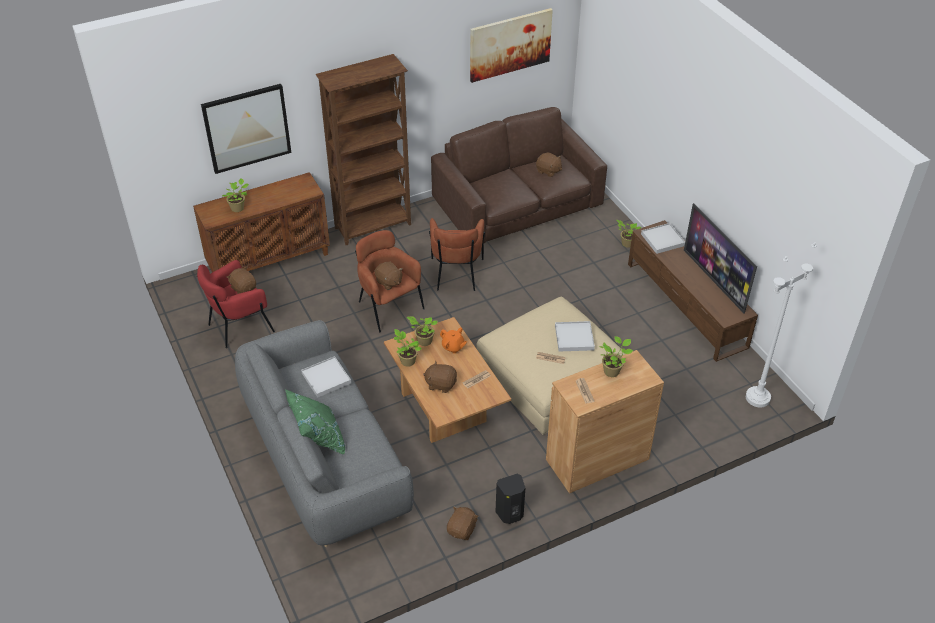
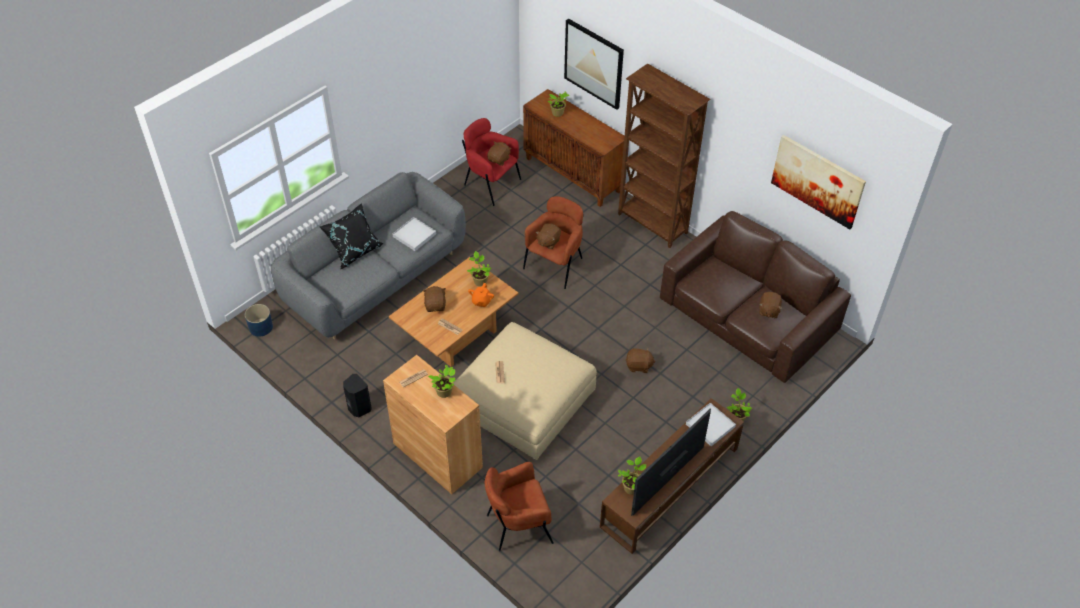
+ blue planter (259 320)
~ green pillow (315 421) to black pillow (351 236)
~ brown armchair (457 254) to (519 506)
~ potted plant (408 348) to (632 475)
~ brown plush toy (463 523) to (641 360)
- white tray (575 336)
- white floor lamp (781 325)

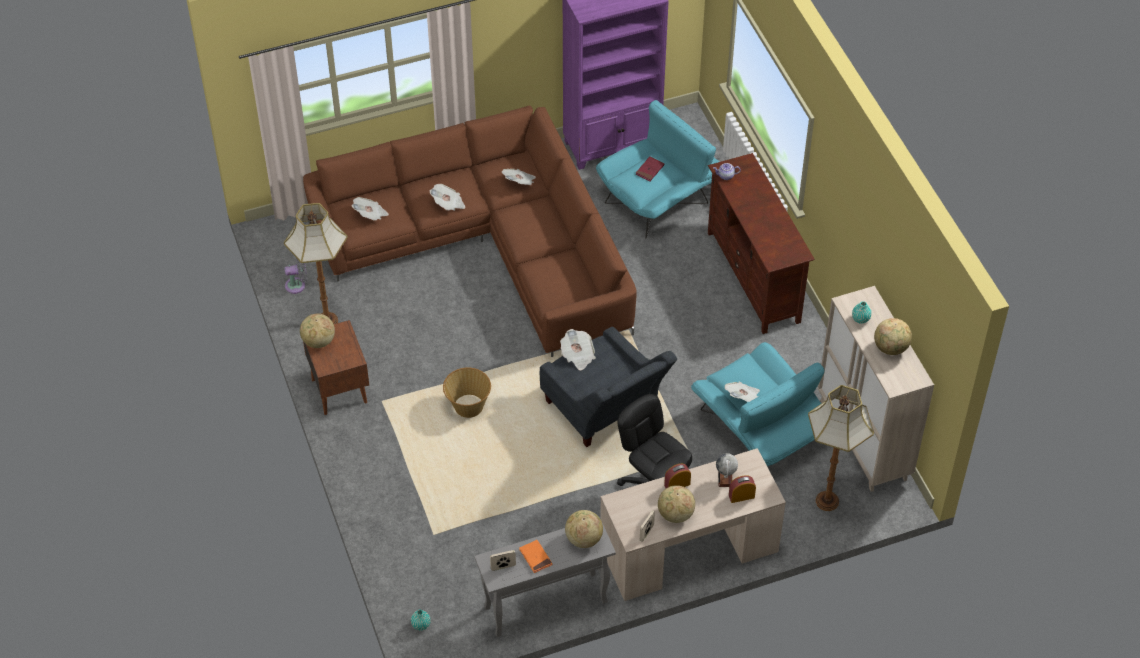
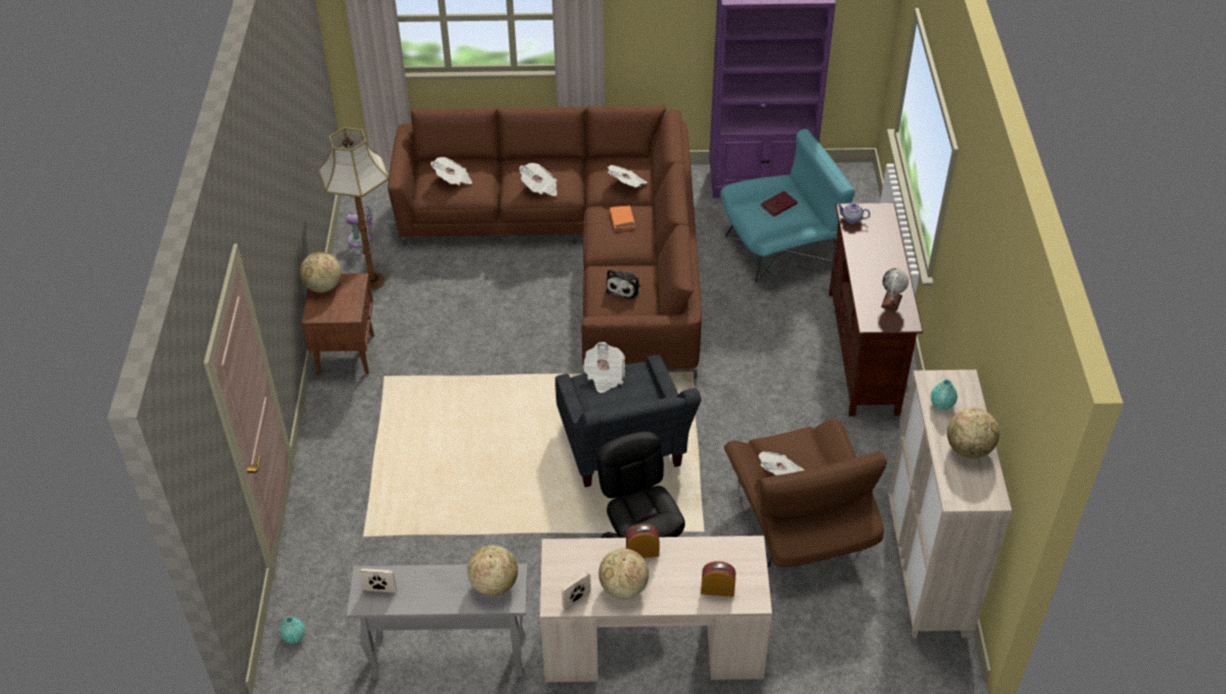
+ plush toy (623 284)
~ orange book (535 556) to (623 218)
~ turquoise armchair (757 404) to brown armchair (805 492)
~ globe (727 470) to (895 289)
- basket (467 392)
- floor lamp (841 448)

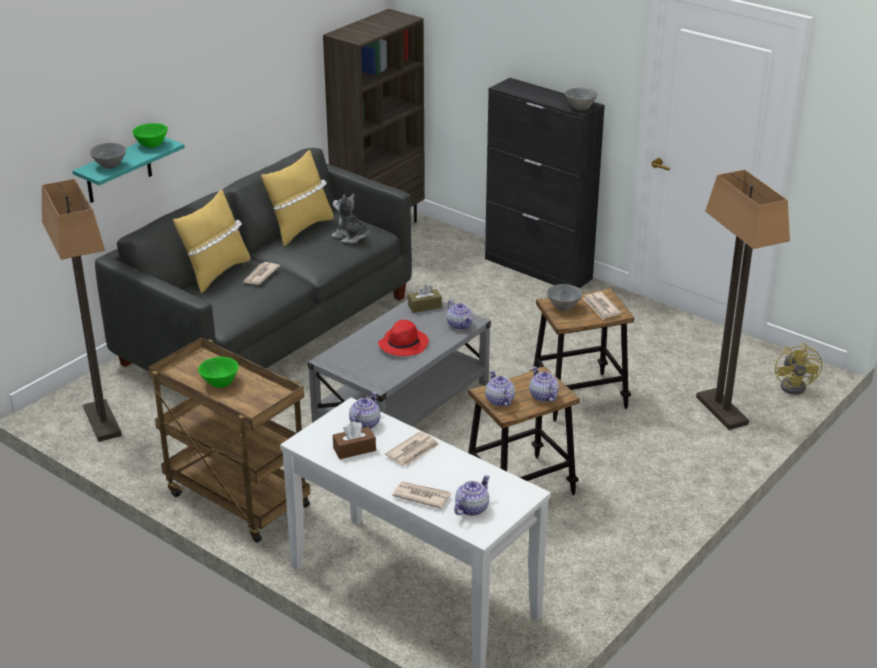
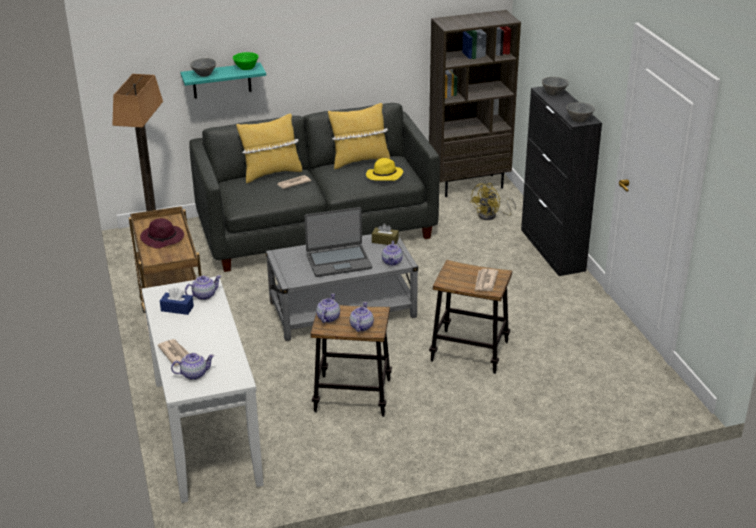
~ green bowl (218 372) to purple hat (162 233)
~ brown tissue box (354 440) to blue tissue box (177 301)
~ red hat (403 338) to laptop (338 242)
~ plush toy (351 218) to yellow hat (384 169)
~ yellow fan (798 369) to (493 201)
~ grey bowl (564 297) to (555 86)
- newspaper (412 448)
- floor lamp (743 300)

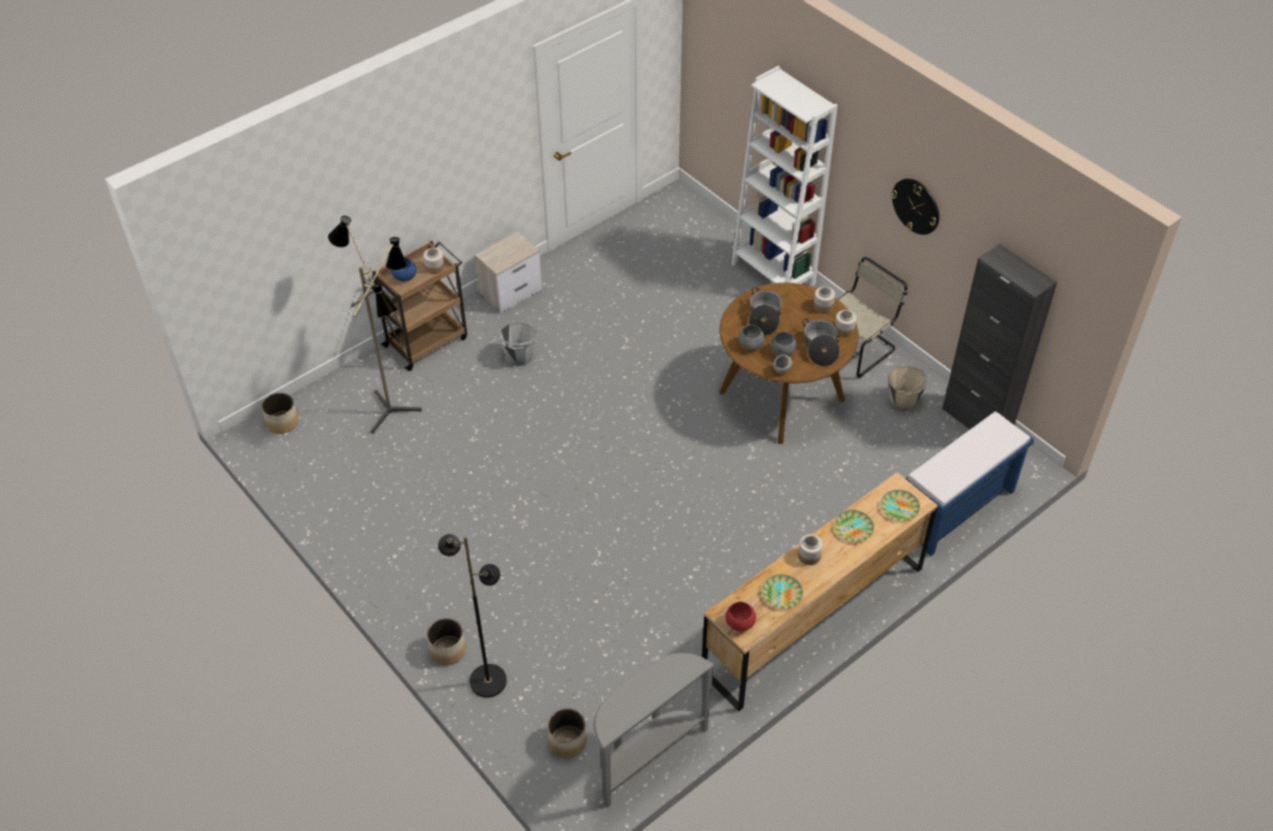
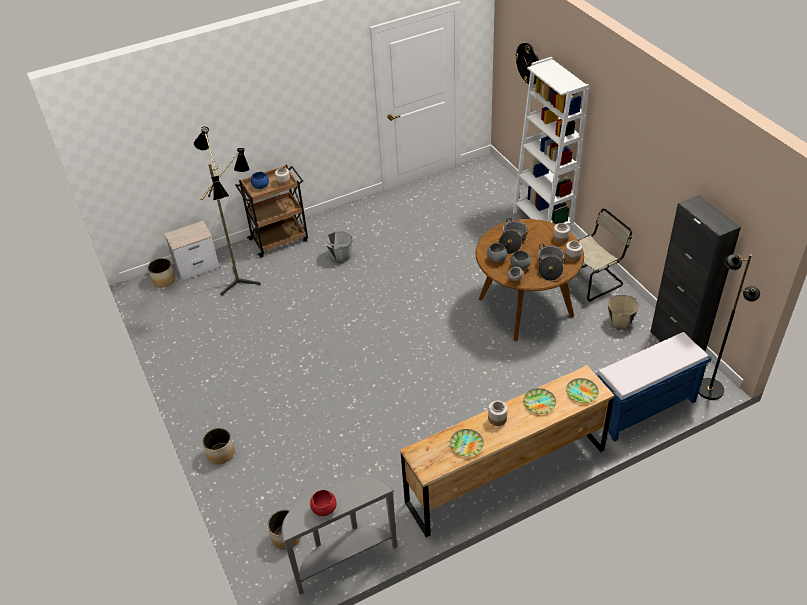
~ nightstand (508 272) to (192 250)
~ red bowl (741 616) to (323 503)
~ wall clock (915 206) to (527 63)
~ black floor lamp (472 616) to (729 327)

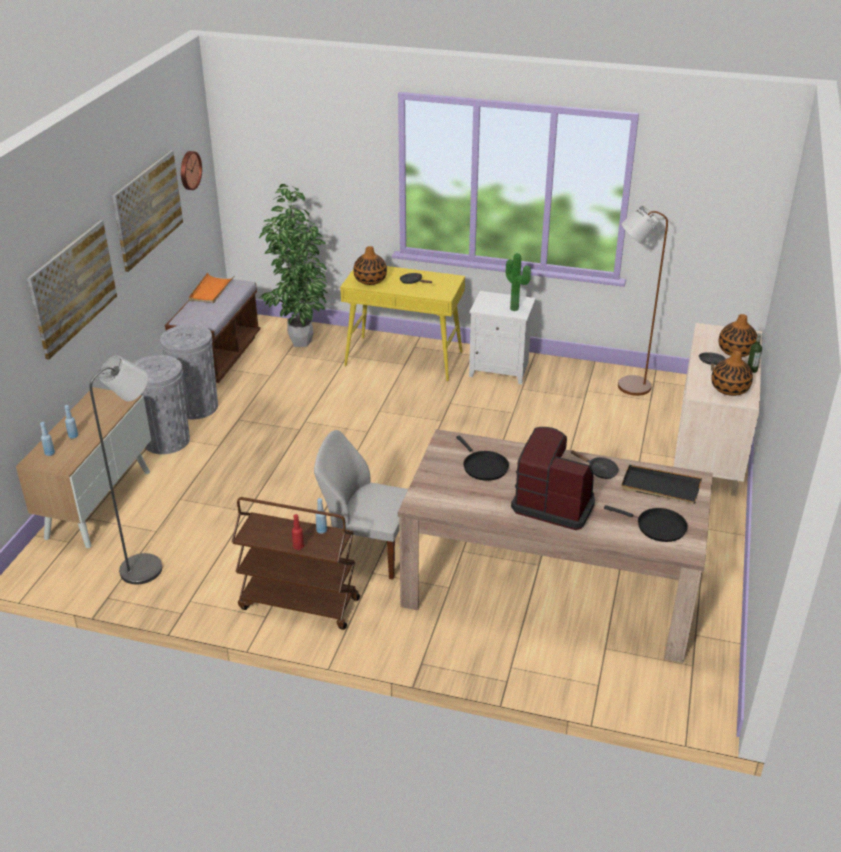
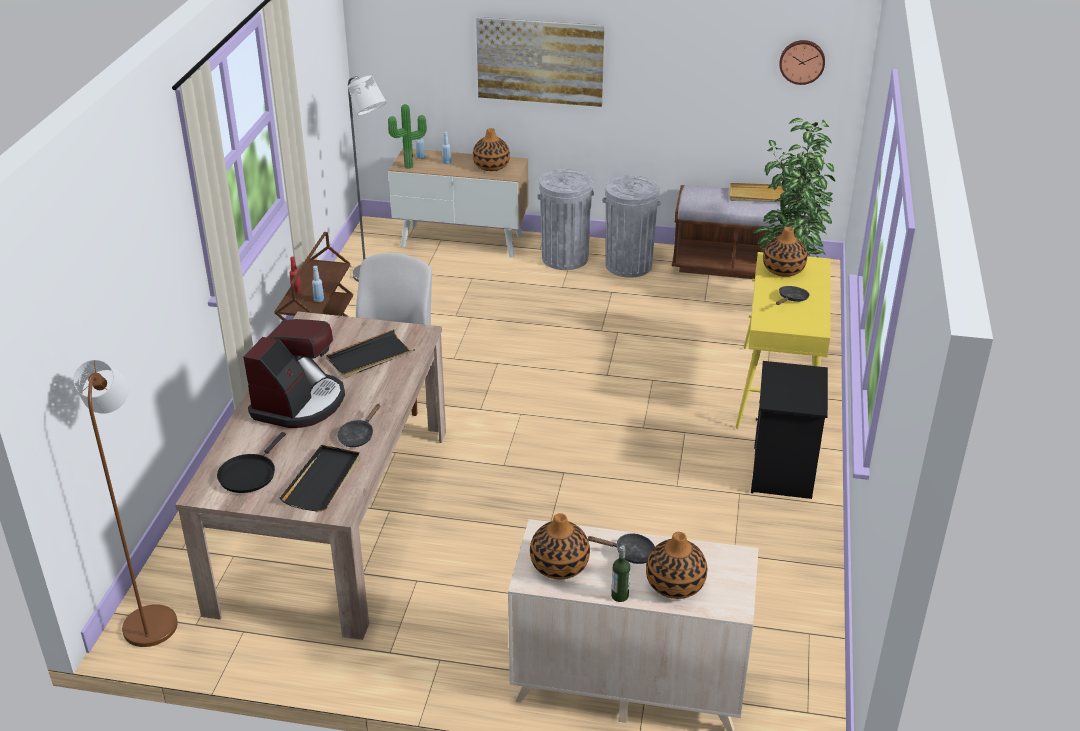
~ brown floor lamp (643 301) to (125 503)
~ black frying pan (482 458) to black tray (370 353)
~ potted plant (518 282) to (407 136)
+ vase (491 149)
~ orange tray (211 288) to beige tray (757 192)
~ white nightstand (502 337) to black nightstand (789 430)
- picture (147 211)

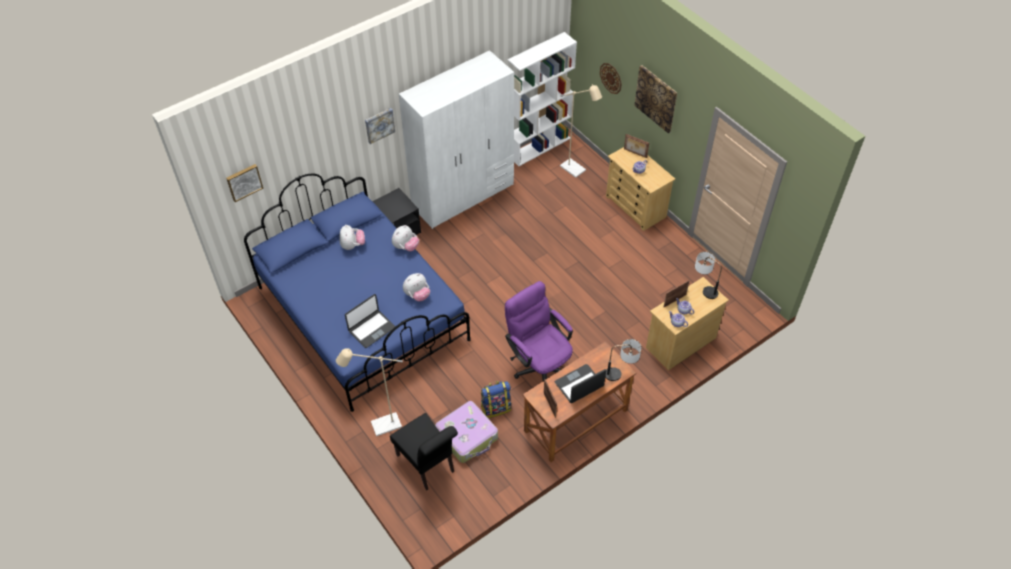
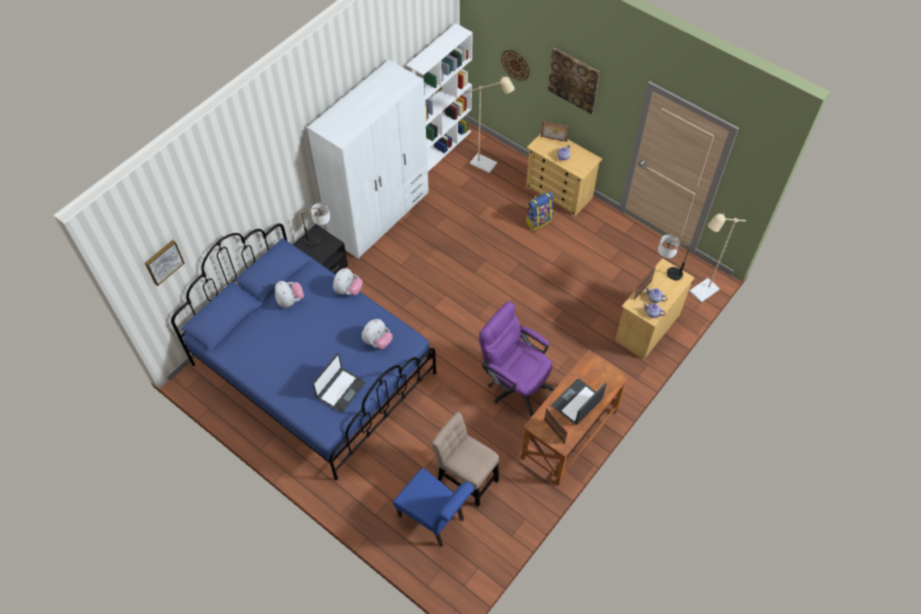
~ table lamp (623 360) to (316 224)
~ black chair (424 452) to blue chair (434 507)
~ suitcase (466 432) to beige chair (465 459)
~ backpack (496 399) to (539 211)
~ beige floor lamp (369 392) to (717 257)
- picture (380 126)

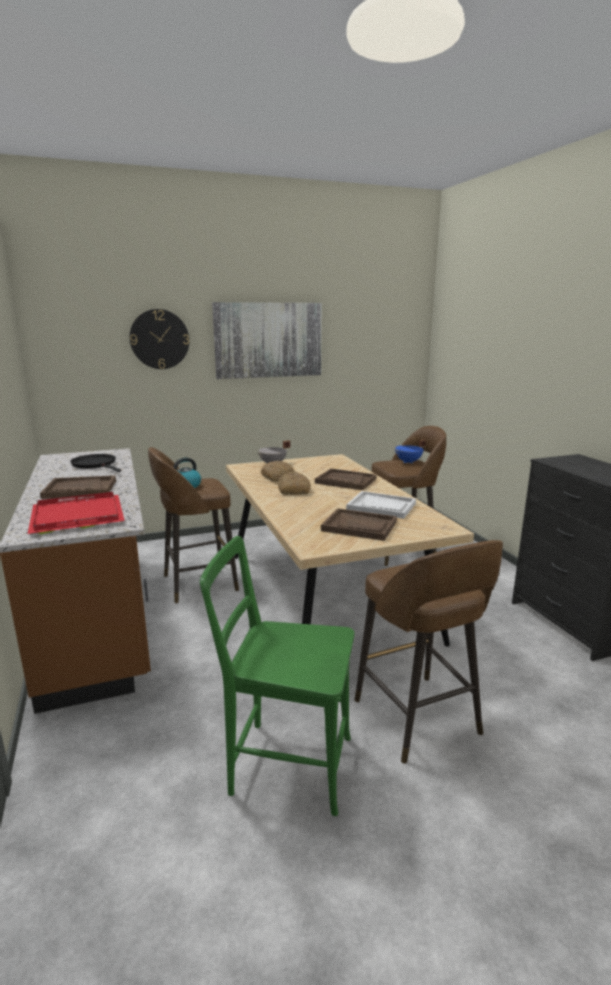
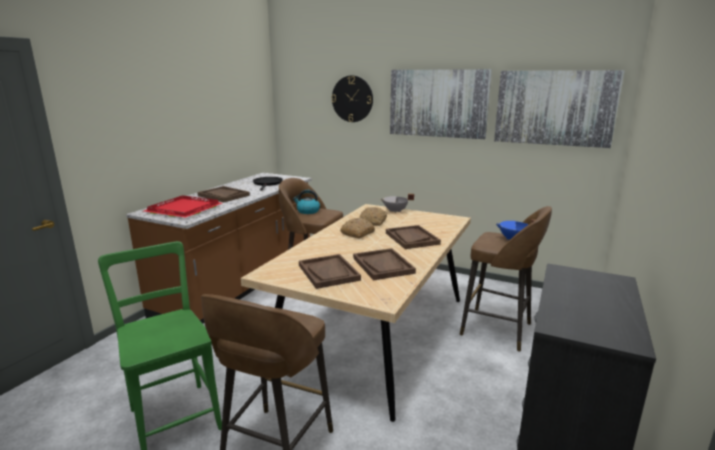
~ white tray (381 505) to brown tray (384 264)
+ picture (559 109)

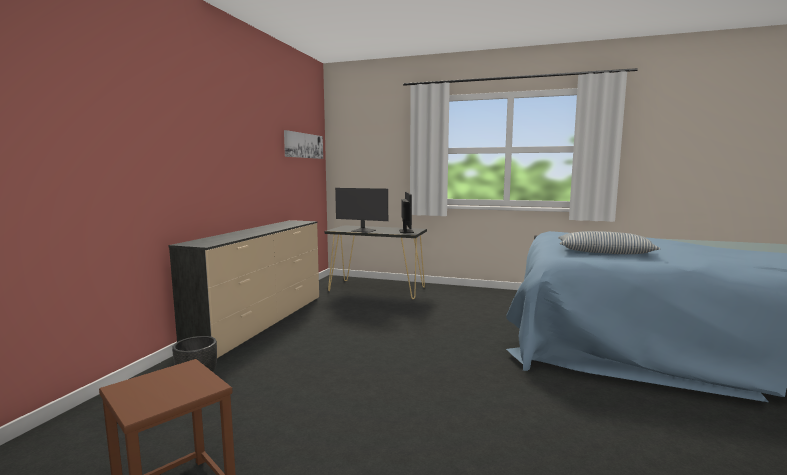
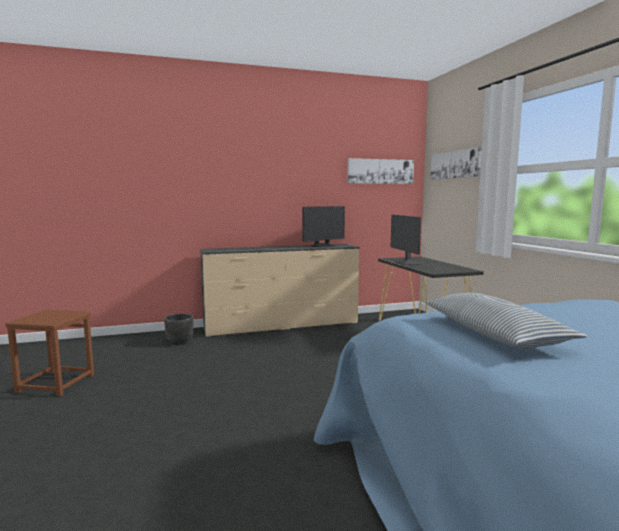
~ monitor (406 212) to (323 226)
+ picture (456 163)

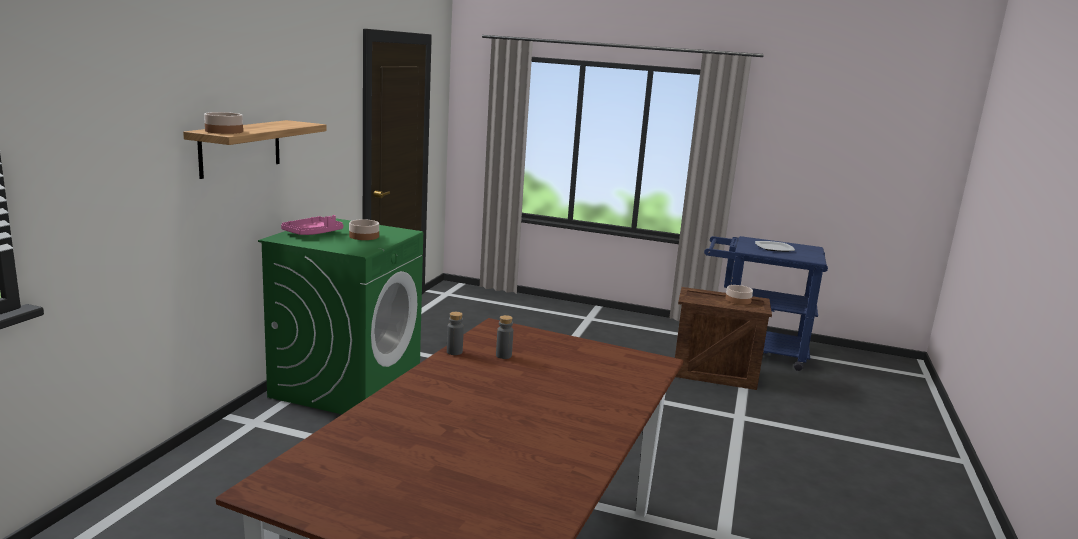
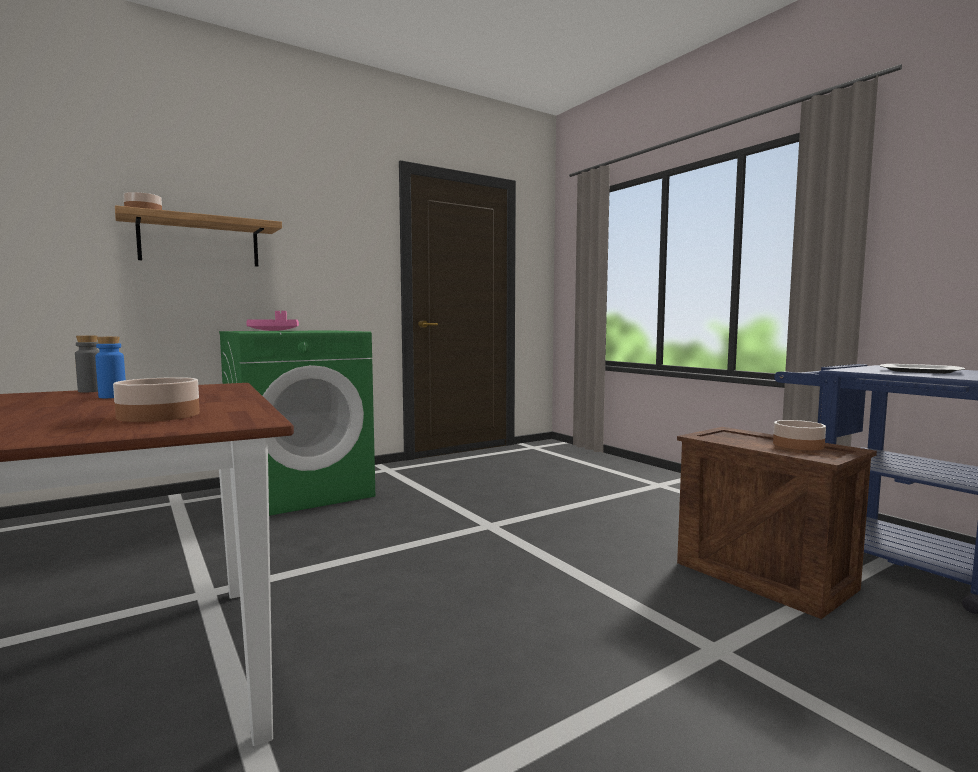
~ grey bottle (504 337) to blue bottle (110 367)
~ bowl (364 229) to (156 399)

